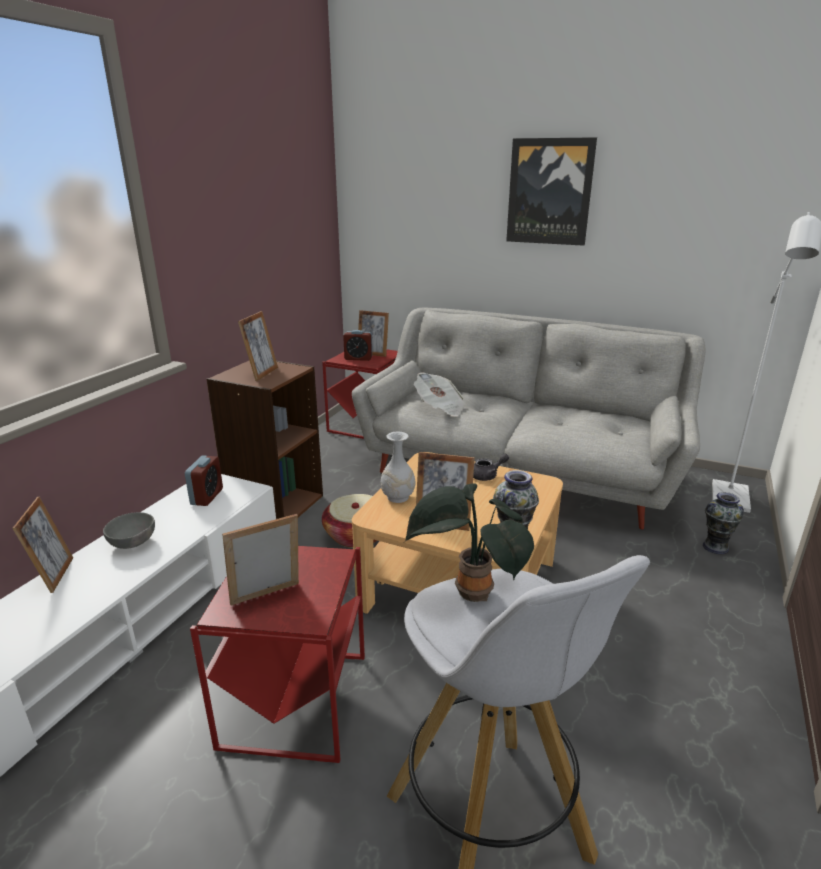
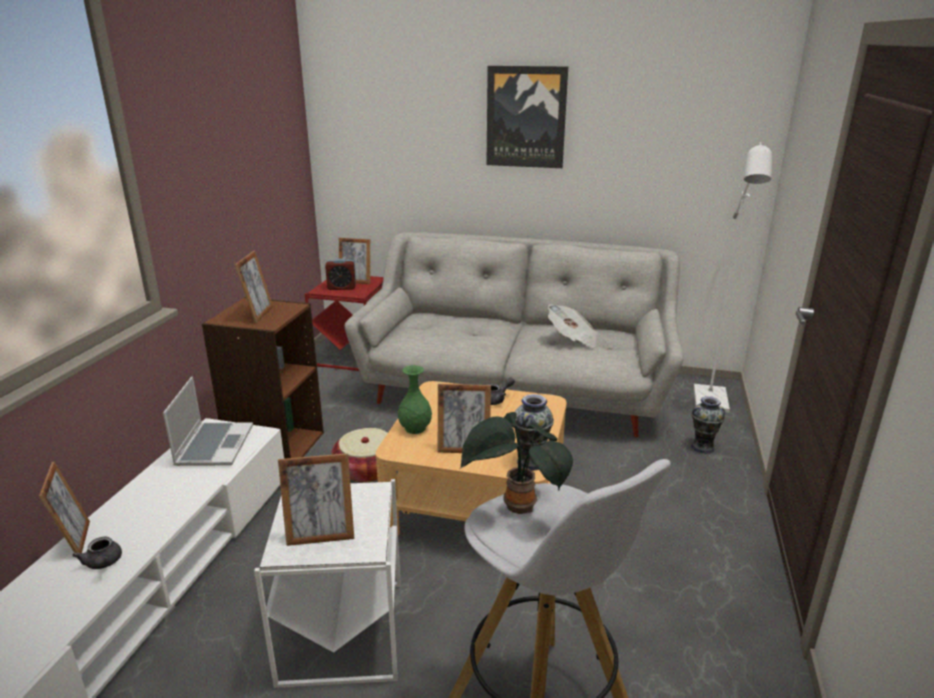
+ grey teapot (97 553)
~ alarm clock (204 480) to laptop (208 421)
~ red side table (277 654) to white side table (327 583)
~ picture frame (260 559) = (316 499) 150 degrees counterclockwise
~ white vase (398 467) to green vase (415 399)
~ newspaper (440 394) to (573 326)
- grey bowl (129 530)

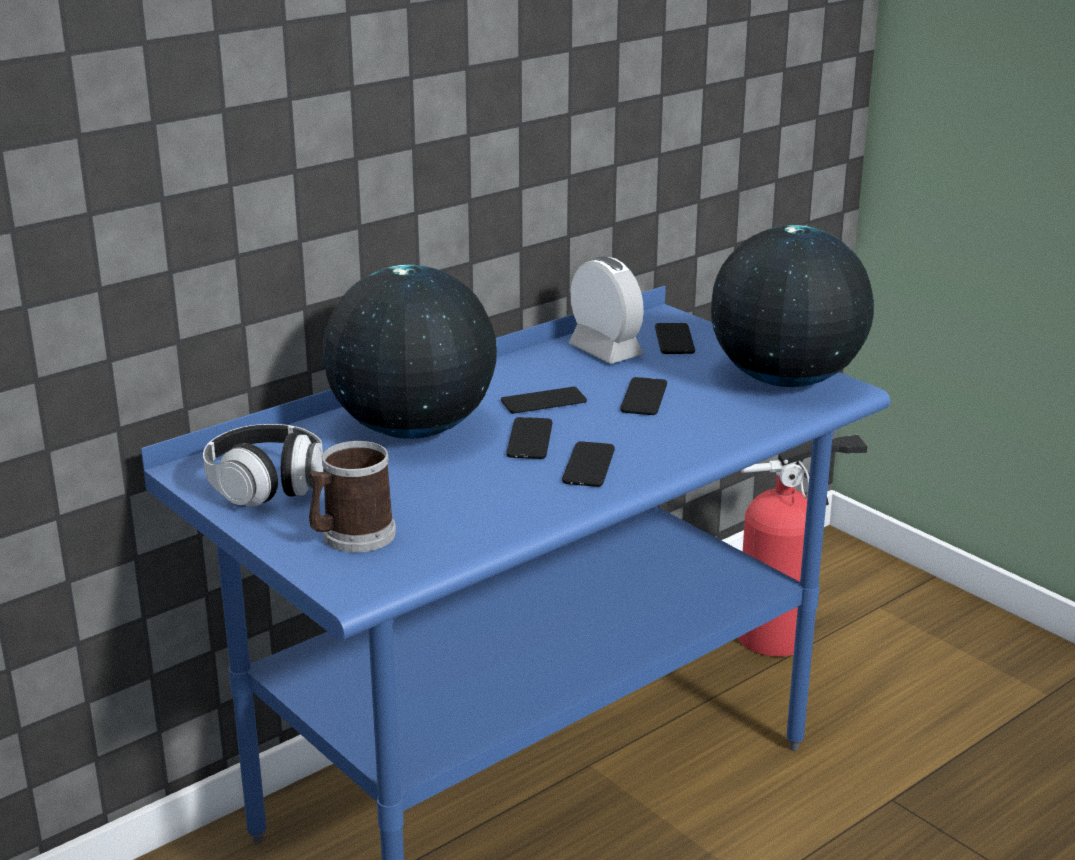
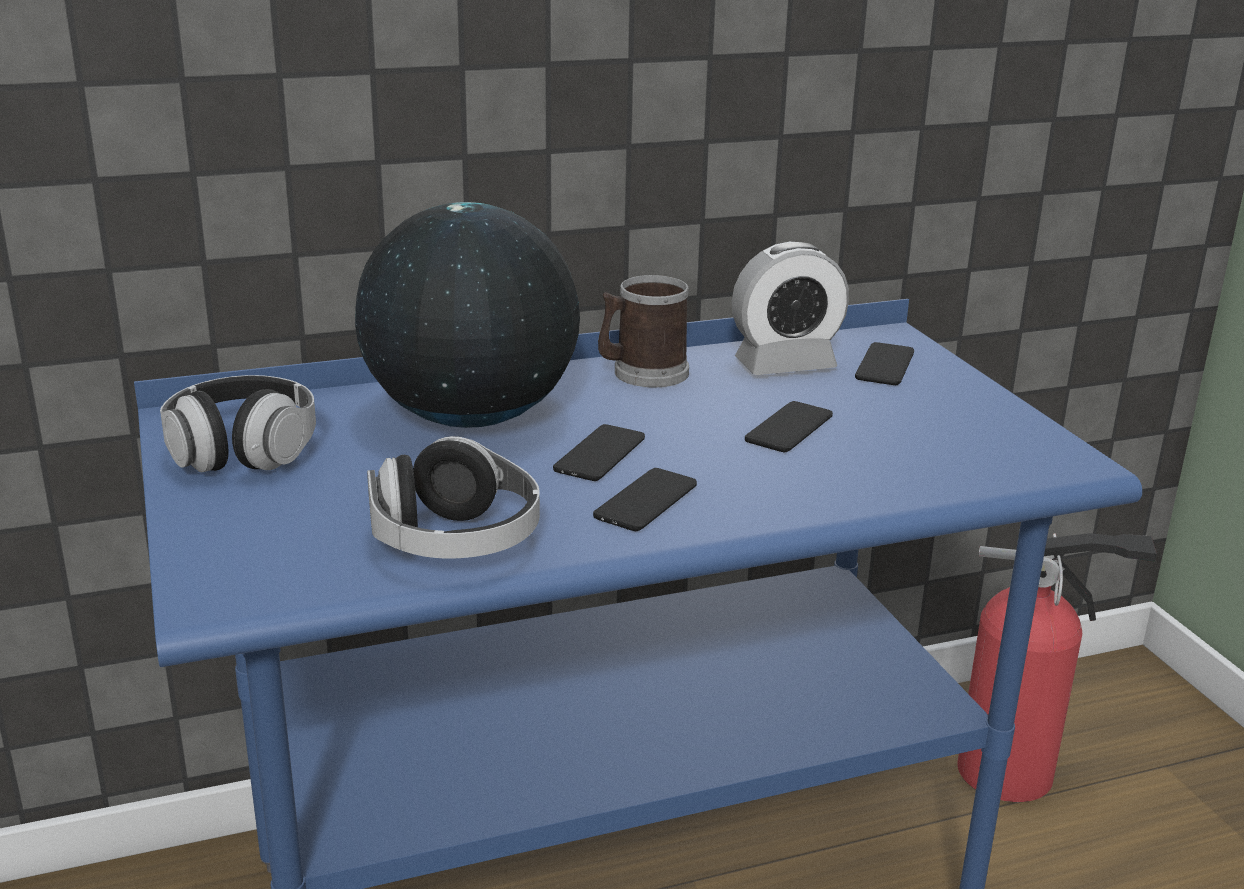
+ headphones (453 497)
~ mug (352 497) to (643 331)
~ alarm clock (606 309) = (790 308) 90 degrees clockwise
- phone (544 400)
- globe (792 306)

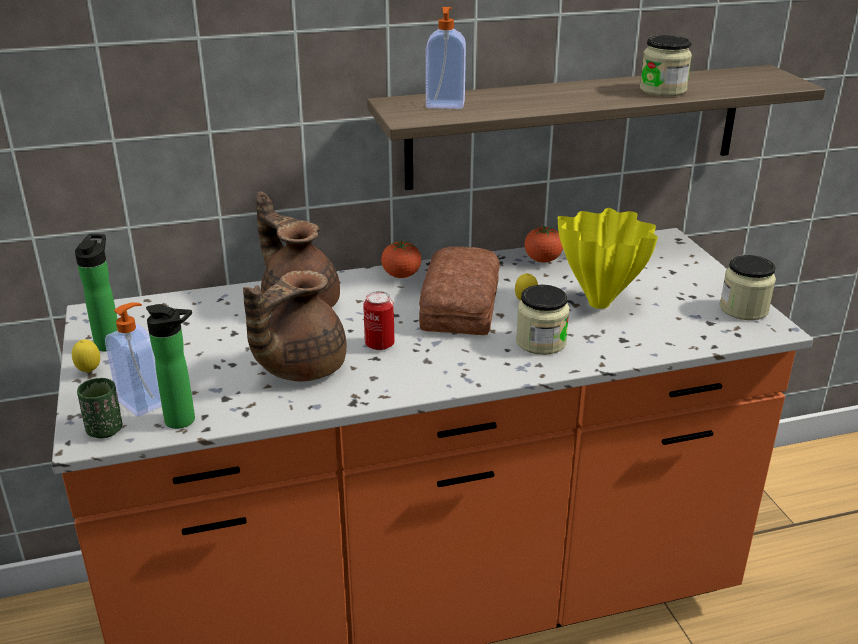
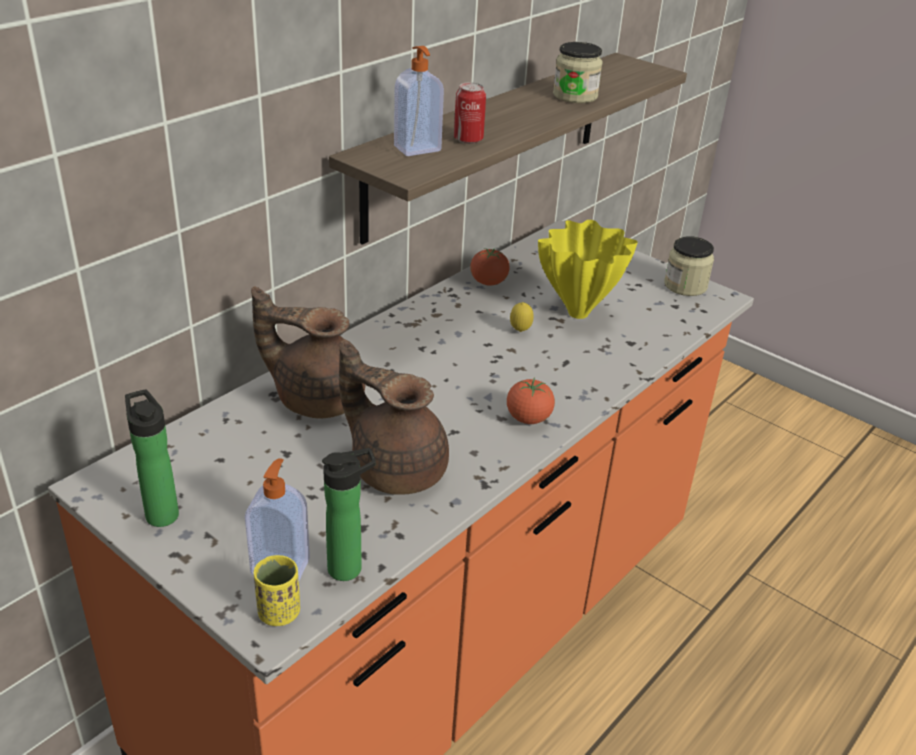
~ green cup (99 408) to yellow cup (277 590)
~ brown teapot (294 325) = (394 417) 120 degrees clockwise
~ can (379 320) to (470 113)
~ tomato (401 259) to (531 400)
- lemon (86 356)
- bread (459 291)
- jar (542 320)

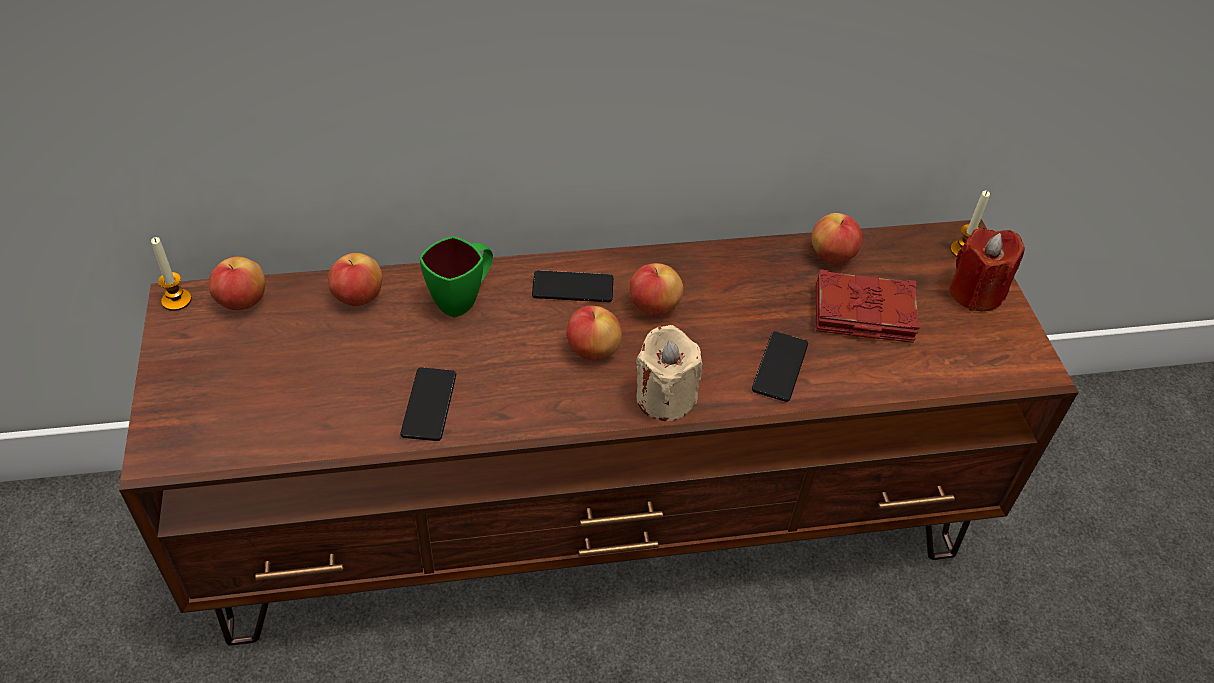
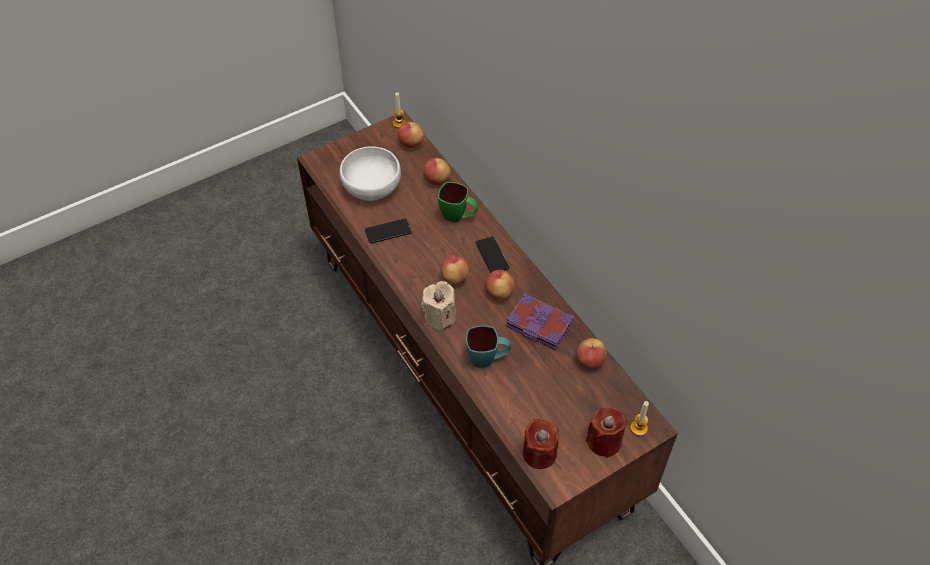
+ white bowl (370 173)
~ phone (780 366) to turquoise mug (488 347)
+ purple book (540 321)
+ red candle (541 444)
- red book (868 306)

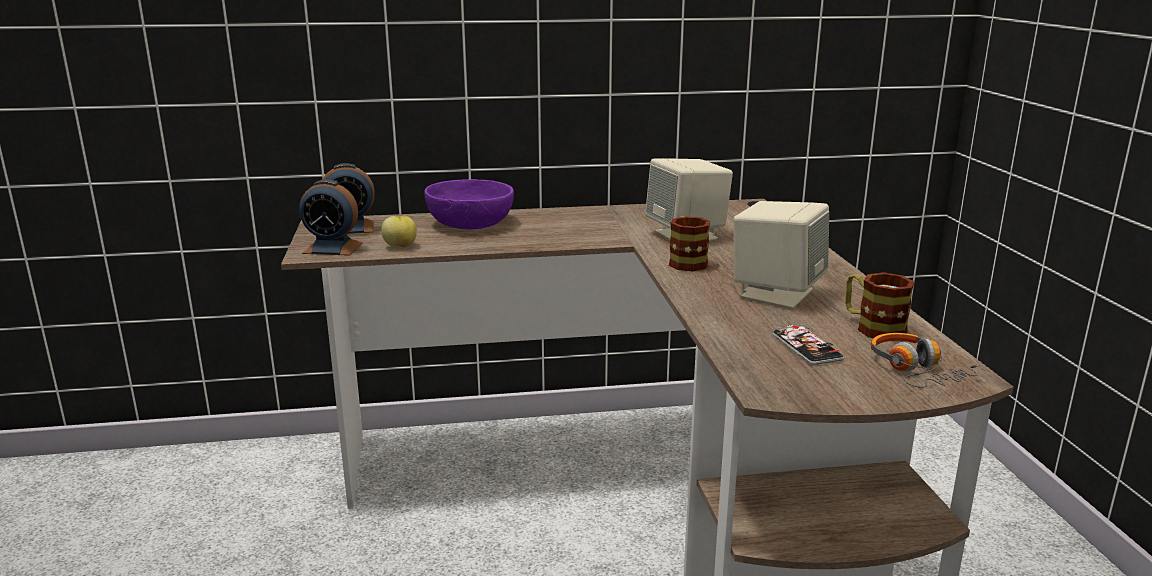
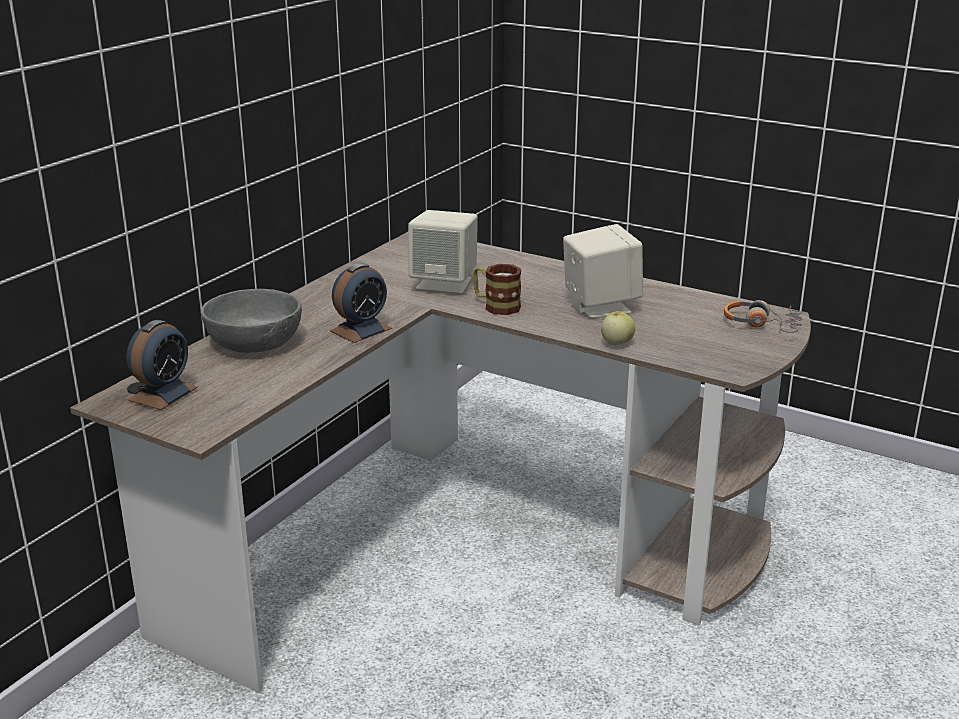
~ purple bowl (469 204) to grey bowl (251 321)
~ alarm clock (331 217) to (361 303)
~ apple (399 231) to (618 328)
- phone (808 344)
- mug (879 305)

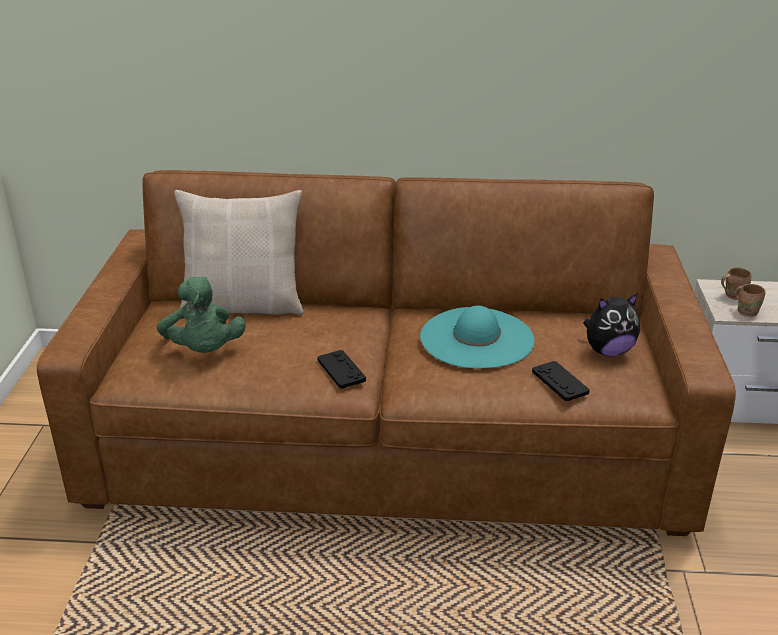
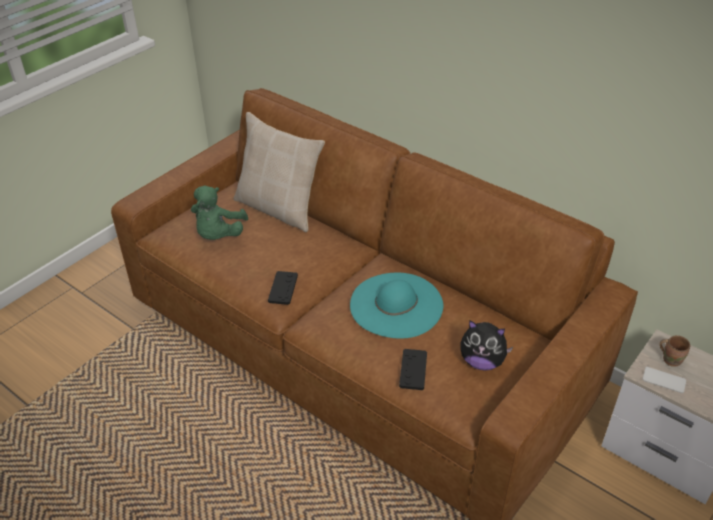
~ brown mug (750 300) to phone (664 380)

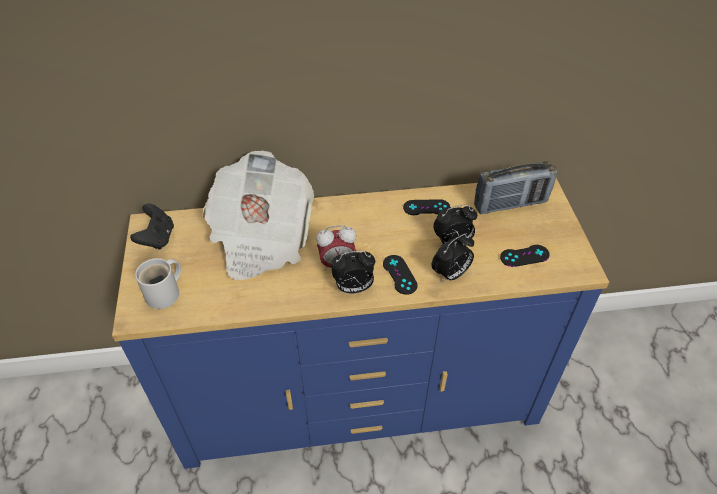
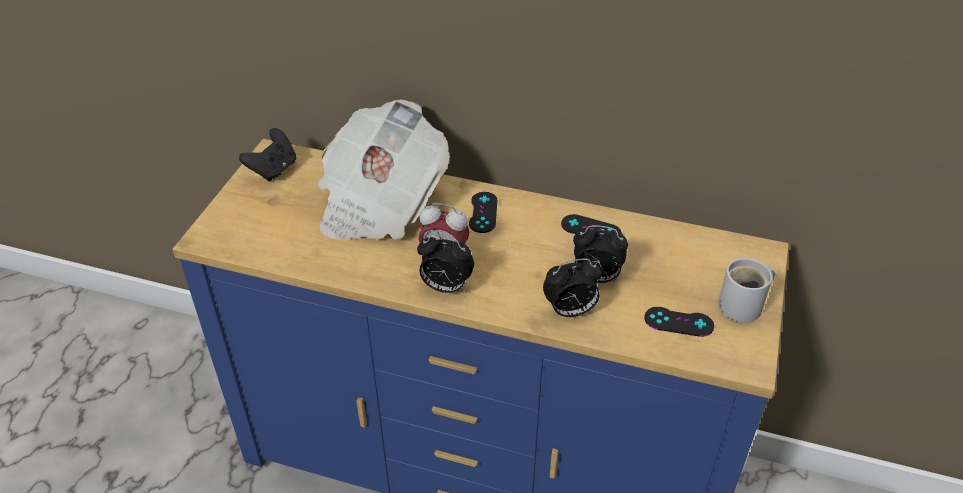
~ black game controller (400 275) to (483 212)
~ white mug (158 283) to (746 290)
- radio (515 187)

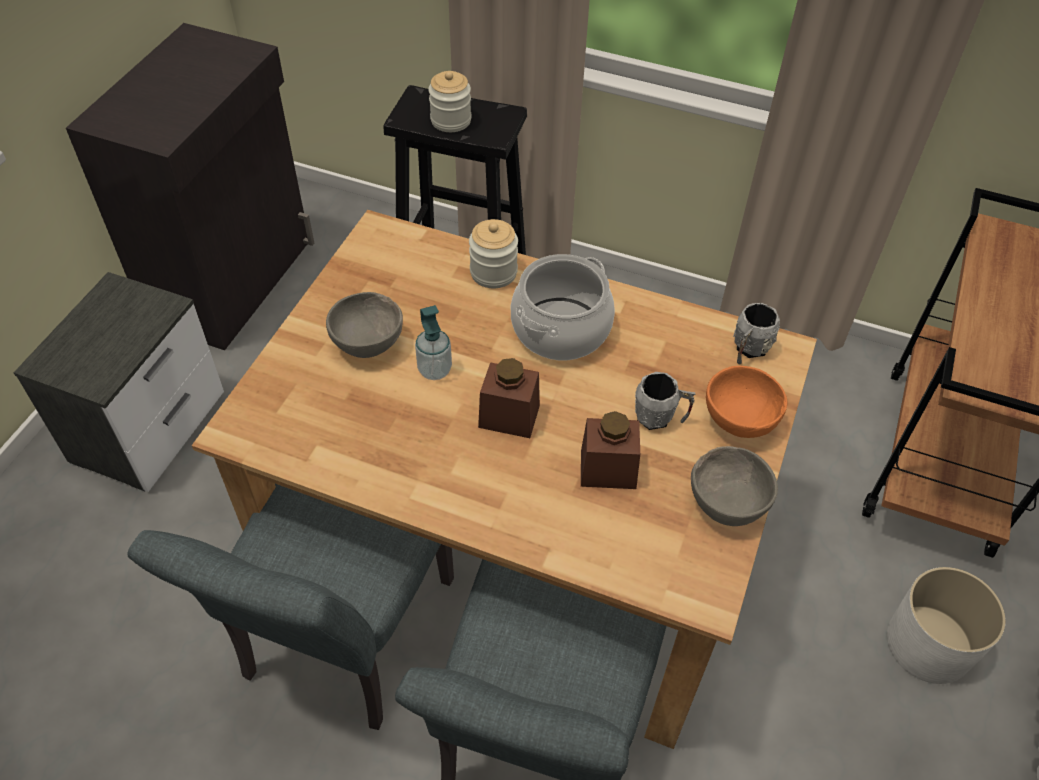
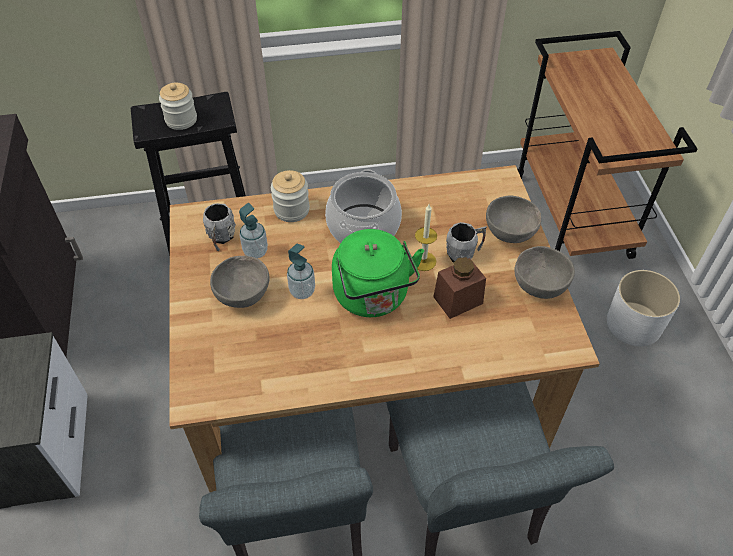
~ grey mug (756 333) to (219 227)
+ soap dispenser (253 231)
~ brown jar (509 398) to green kettle (378 273)
+ candle (426 237)
~ orange bowl (747 402) to grey bowl (513 219)

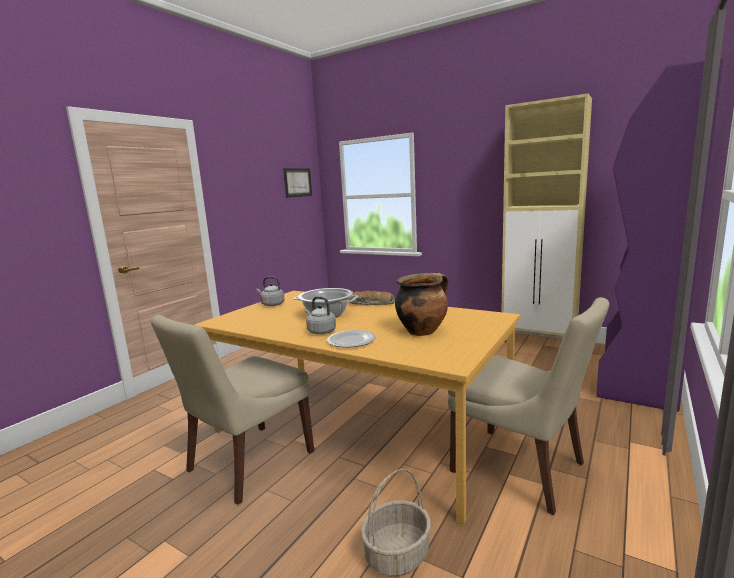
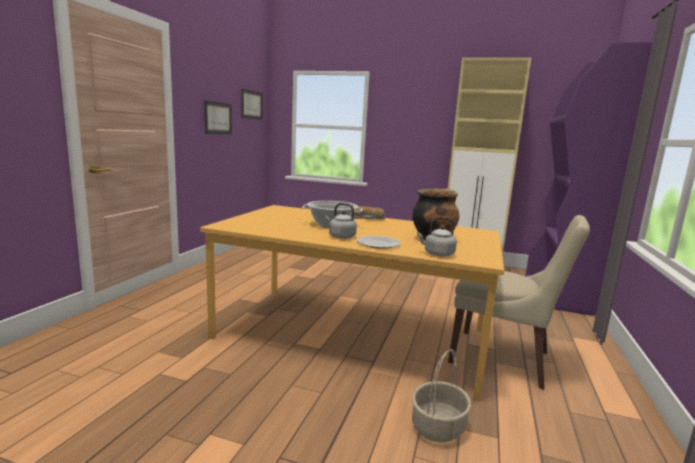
+ picture (218 117)
~ grey kettle (270 291) to (437 236)
- beige chair (232 410)

